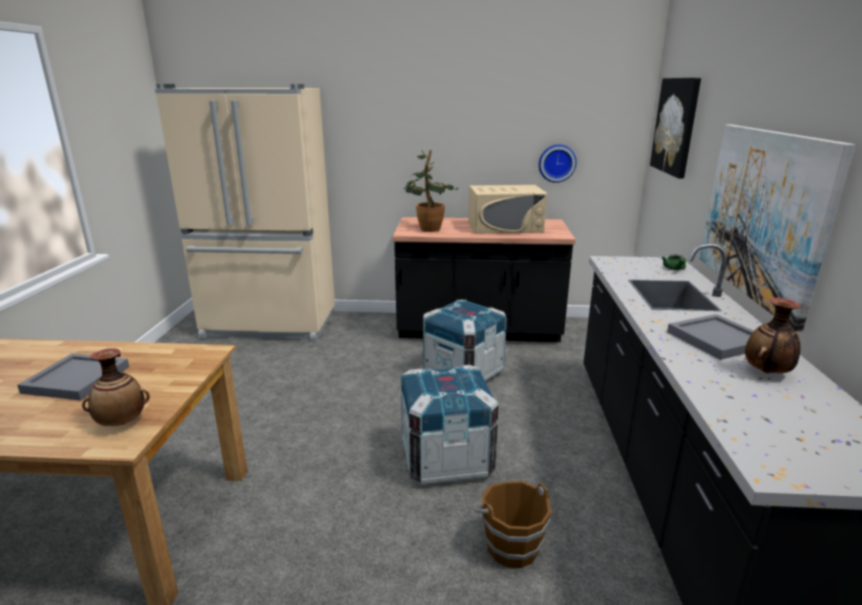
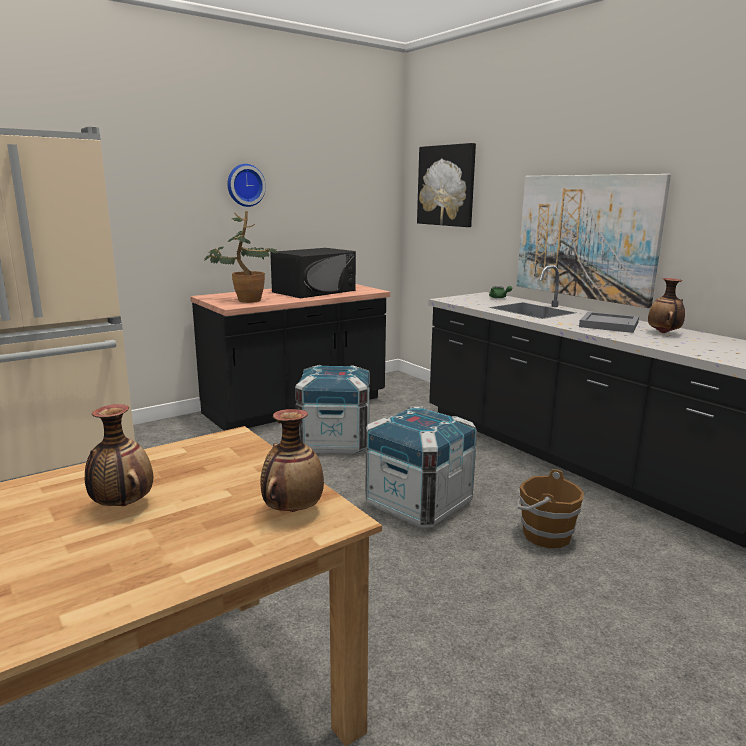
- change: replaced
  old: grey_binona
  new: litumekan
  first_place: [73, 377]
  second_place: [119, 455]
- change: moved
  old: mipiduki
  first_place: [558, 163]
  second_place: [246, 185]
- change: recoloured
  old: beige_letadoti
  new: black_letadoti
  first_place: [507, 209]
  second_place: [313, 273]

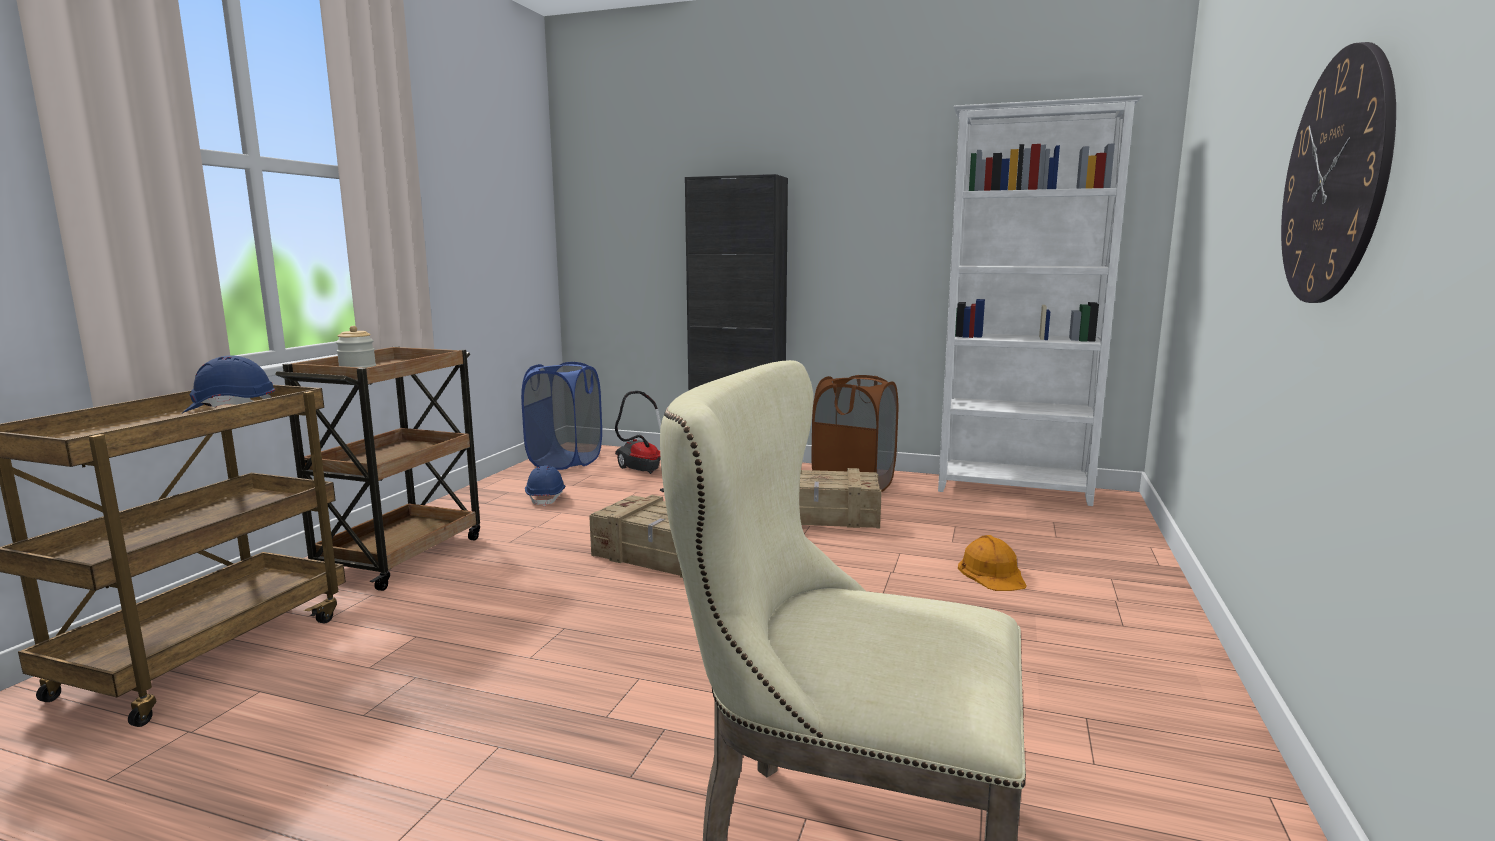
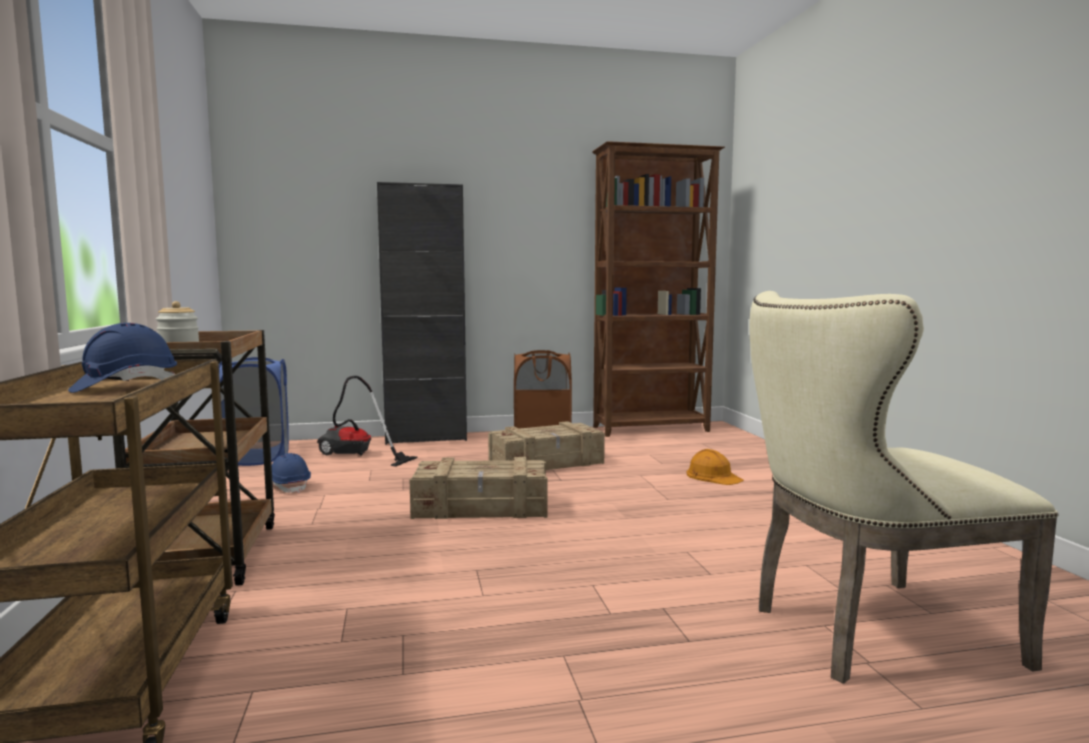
- change: recoloured
  old: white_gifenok
  new: brown_gifenok
  first_place: [1040, 300]
  second_place: [658, 289]
- change: removed
  old: mipiduki
  first_place: [1338, 172]

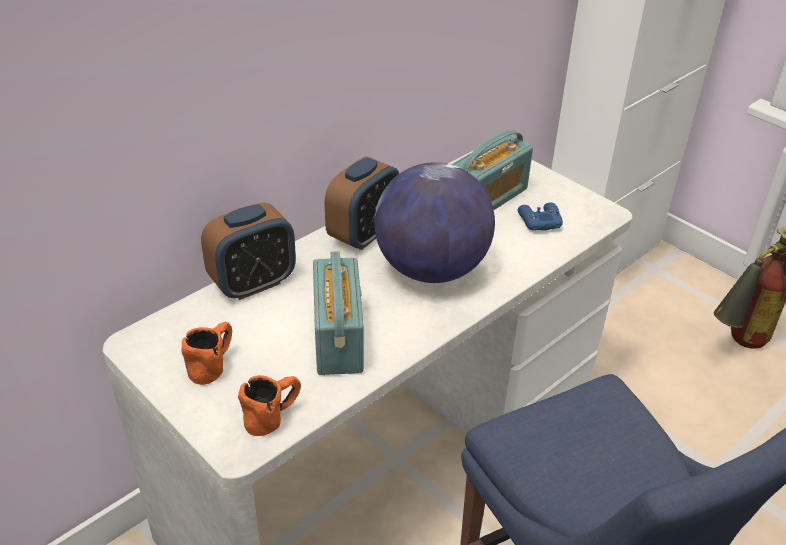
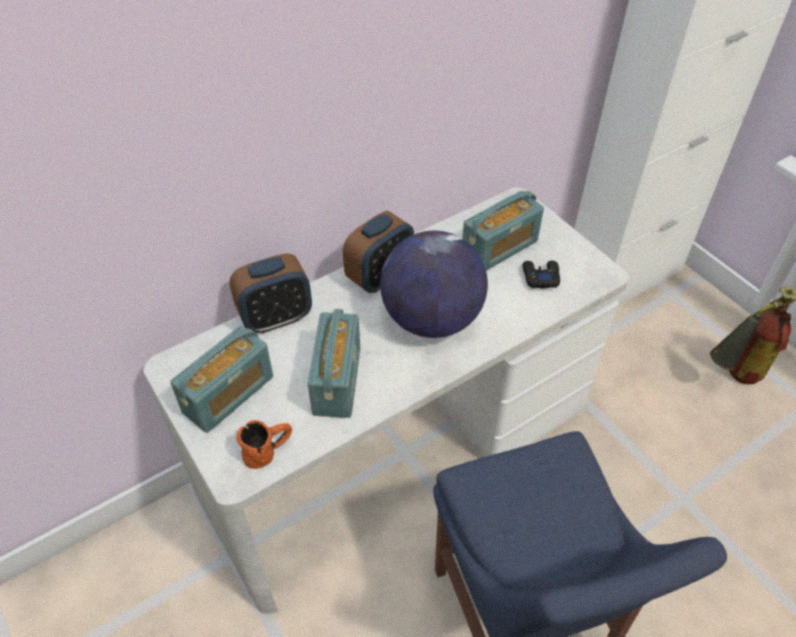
- change: replaced
  old: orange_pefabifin
  new: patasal
  first_place: [207, 353]
  second_place: [221, 379]
- change: recoloured
  old: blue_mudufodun
  new: black_mudufodun
  first_place: [540, 216]
  second_place: [541, 275]

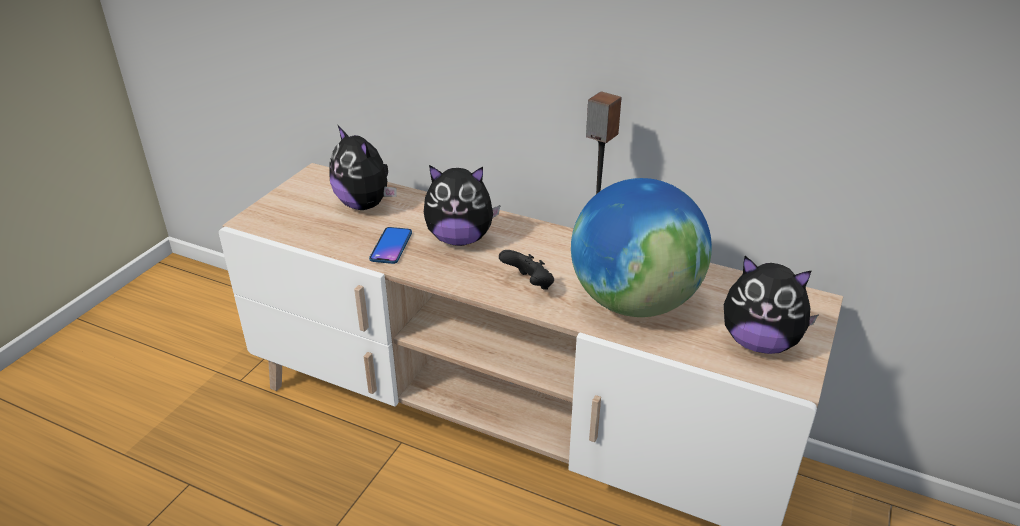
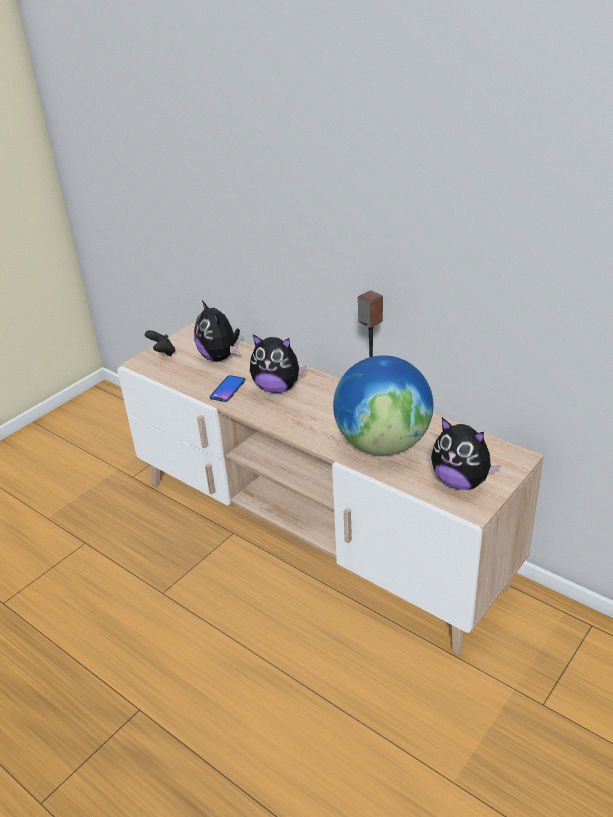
- change: moved
  old: black_mudufodun
  first_place: [526, 270]
  second_place: [160, 343]

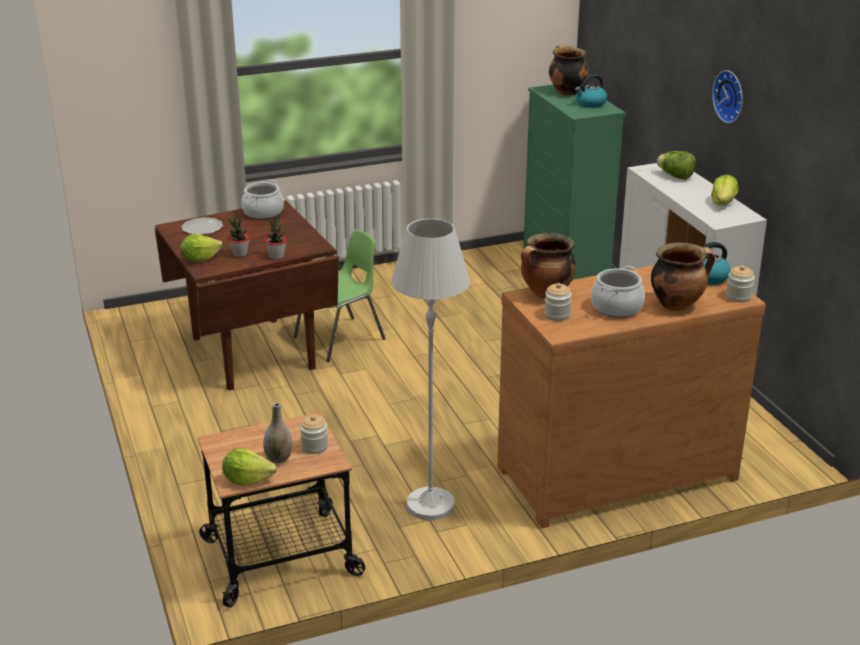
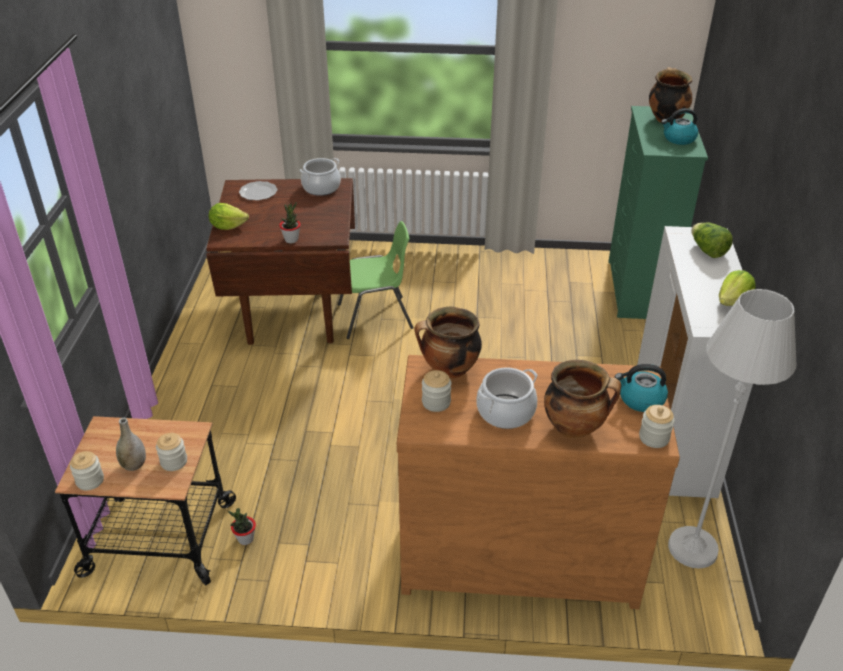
- change: replaced
  old: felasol
  new: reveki
  first_place: [249, 467]
  second_place: [87, 470]
- change: moved
  old: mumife
  first_place: [239, 236]
  second_place: [242, 526]
- change: moved
  old: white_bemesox
  first_place: [430, 369]
  second_place: [732, 429]
- change: removed
  old: mipiduki
  first_place: [727, 96]

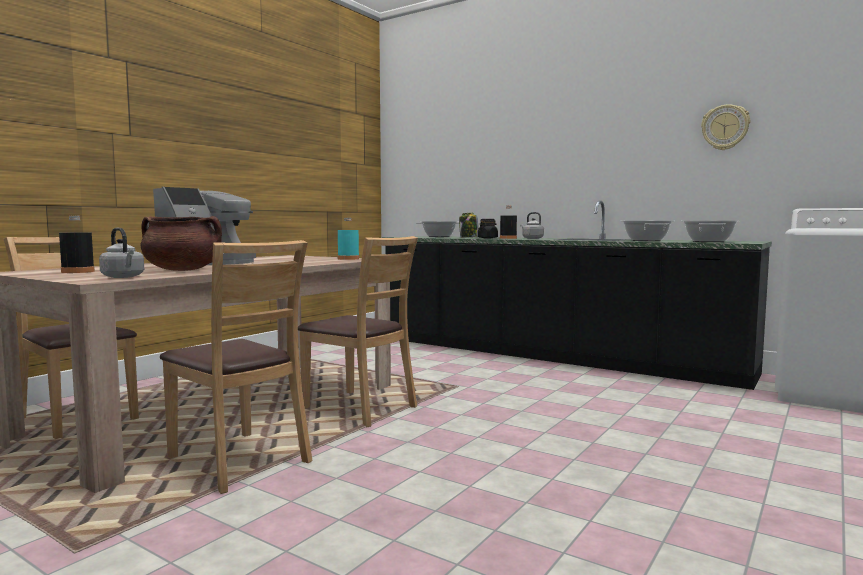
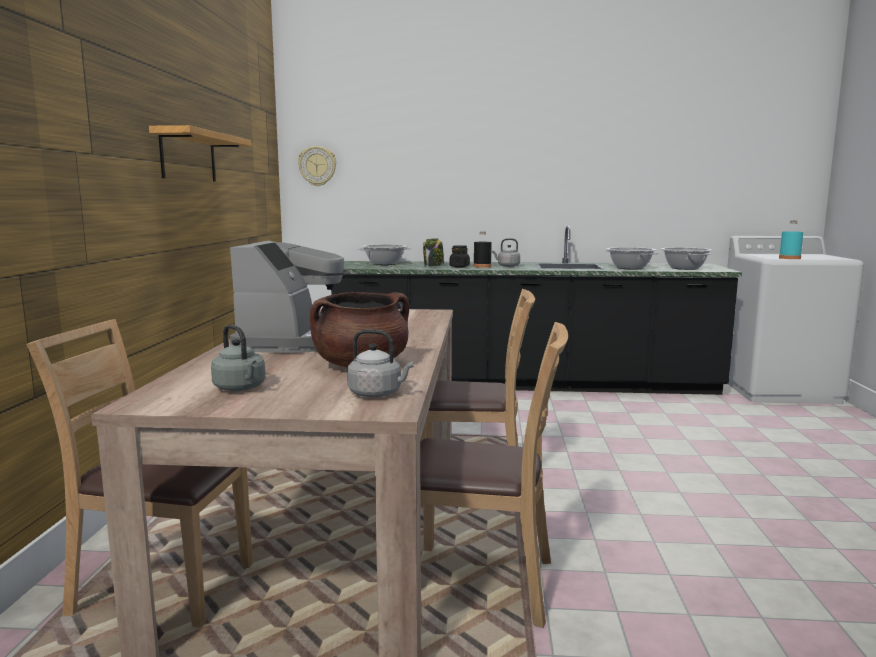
- change: added
  new: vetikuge
  second_place: [200, 153]
- change: replaced
  old: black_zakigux
  new: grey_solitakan
  first_place: [77, 244]
  second_place: [238, 357]
- change: moved
  old: mipiduki
  first_place: [725, 127]
  second_place: [317, 166]
- change: moved
  old: turquoise_zakigux
  first_place: [348, 239]
  second_place: [791, 239]

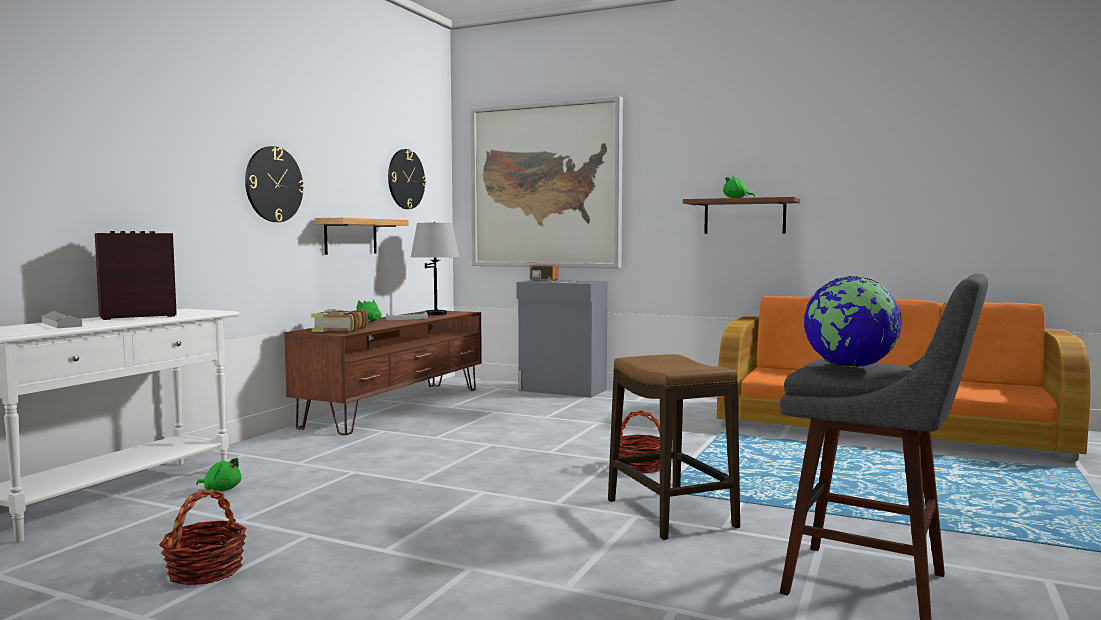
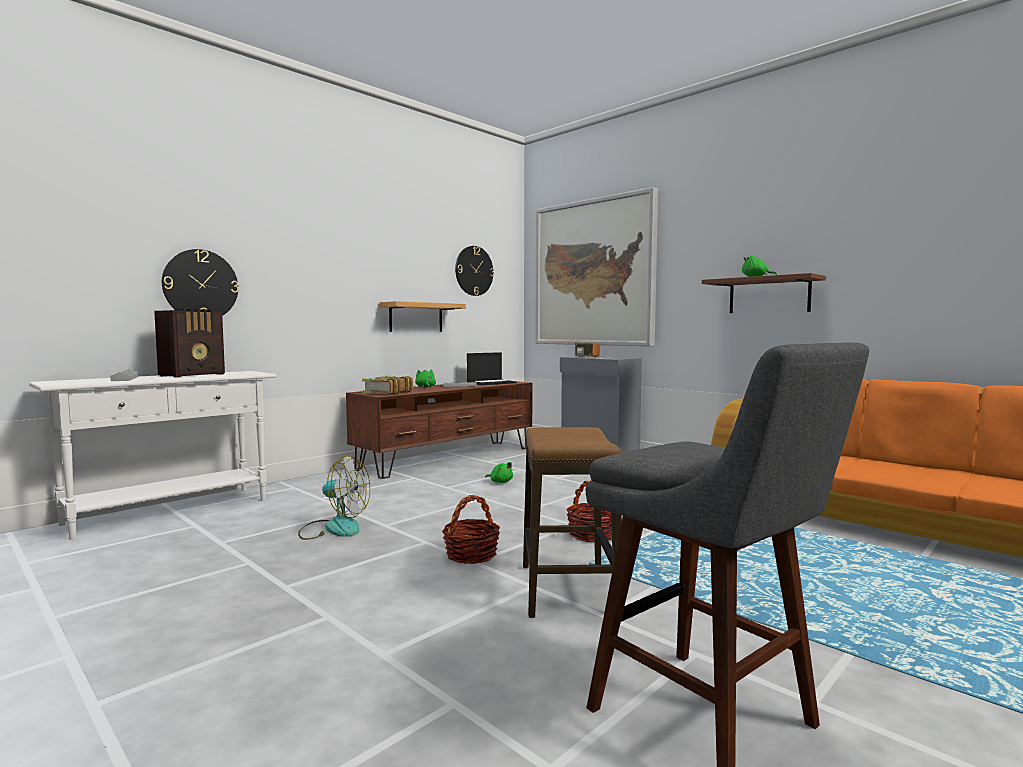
- change: turned
  old: patasal
  first_place: [136, 275]
  second_place: [189, 343]
  degrees: 135
- change: moved
  old: mipiduki
  first_place: [275, 184]
  second_place: [200, 282]
- change: added
  new: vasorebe
  second_place: [334, 498]
- change: moved
  old: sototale
  first_place: [203, 537]
  second_place: [471, 529]
- change: replaced
  old: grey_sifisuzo
  new: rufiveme
  first_place: [435, 268]
  second_place: [492, 368]
- change: moved
  old: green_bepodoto
  first_place: [219, 474]
  second_place: [499, 472]
- change: removed
  old: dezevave
  first_place: [853, 322]

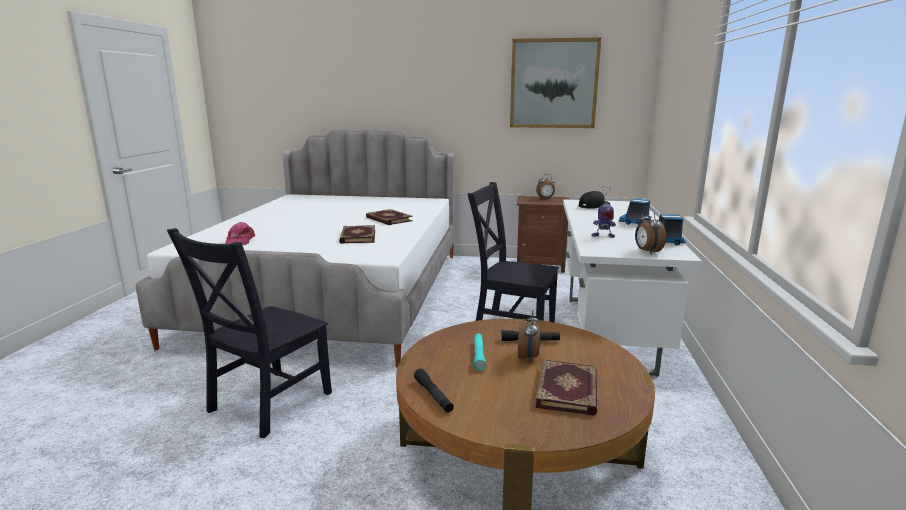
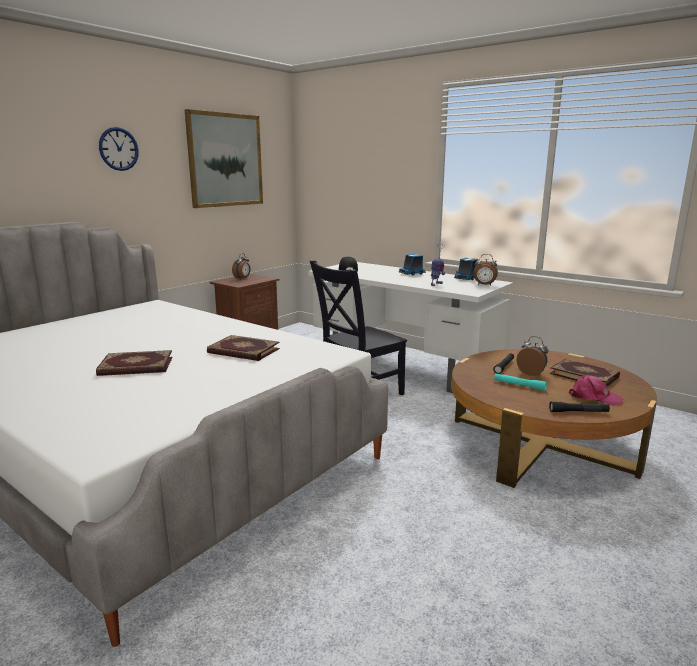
- change: moved
  old: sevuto
  first_place: [389, 217]
  second_place: [134, 363]
- change: added
  new: mipiduki
  second_place: [119, 149]
- change: moved
  old: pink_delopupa
  first_place: [240, 233]
  second_place: [596, 390]
- change: removed
  old: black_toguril
  first_place: [249, 333]

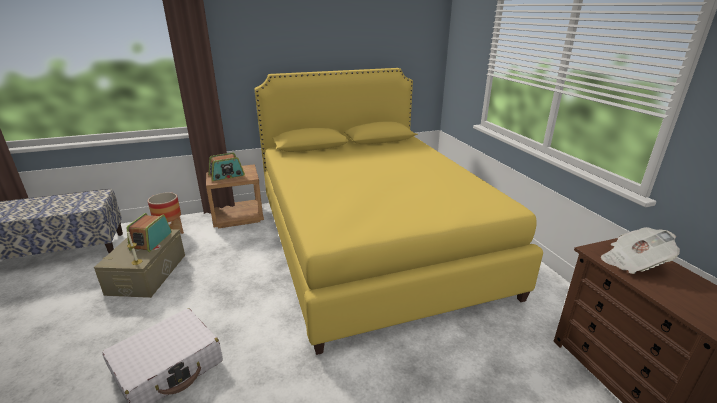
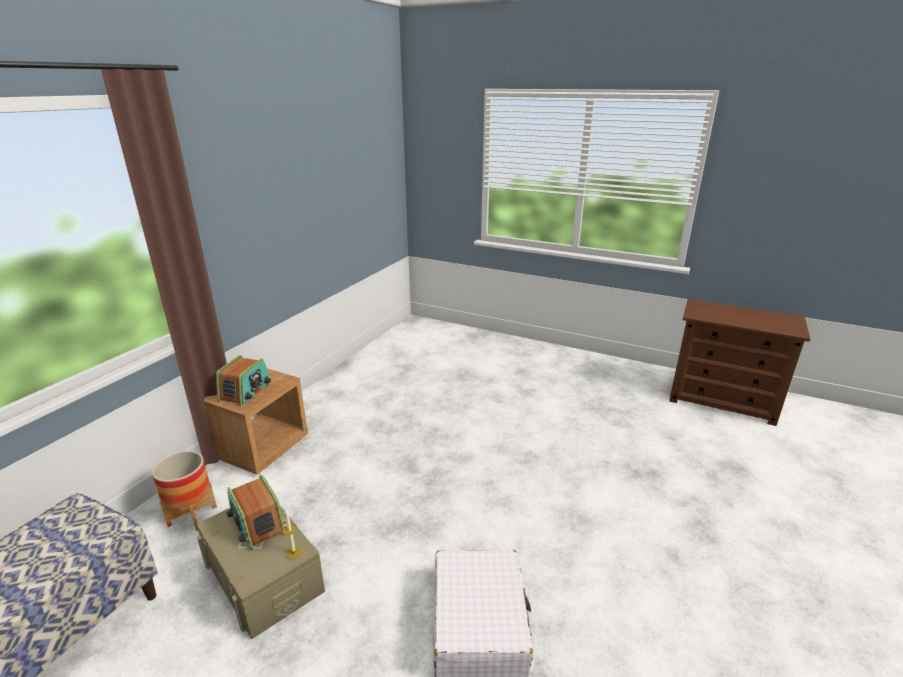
- change: removed
  old: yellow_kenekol
  first_place: [399, 211]
- change: removed
  old: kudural
  first_place: [640, 250]

